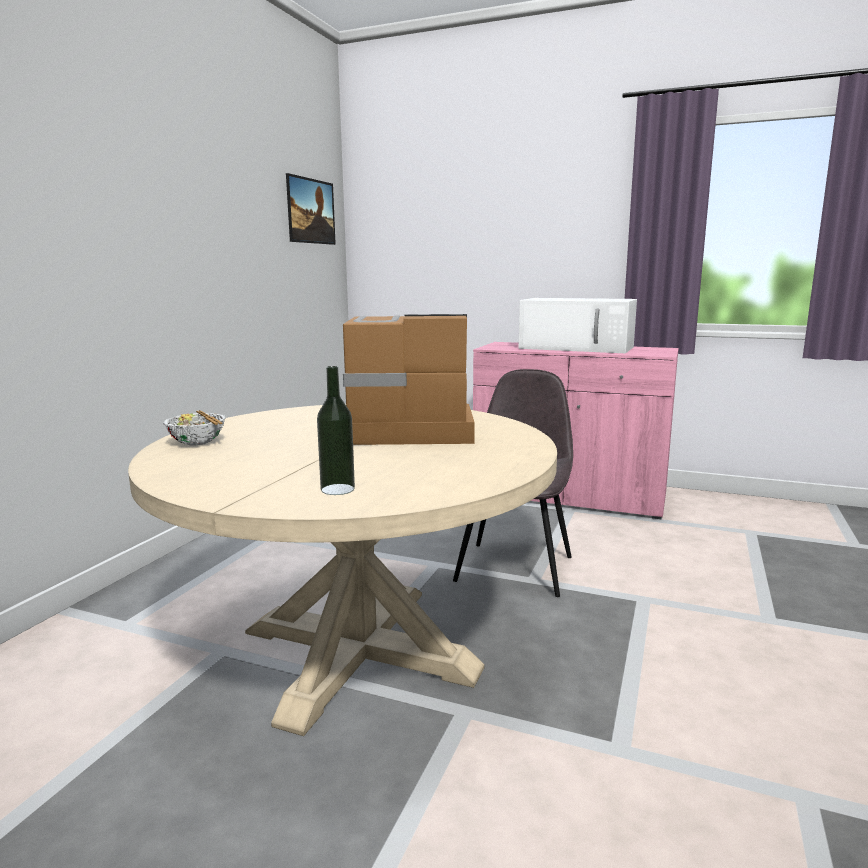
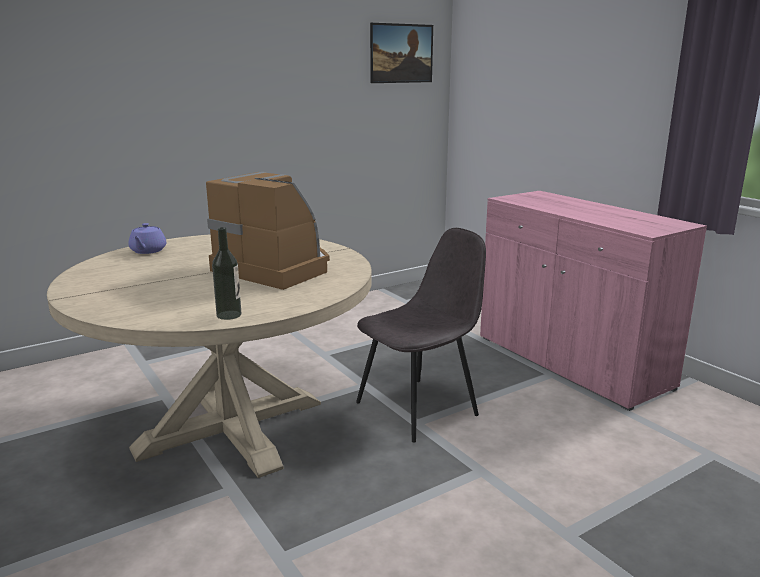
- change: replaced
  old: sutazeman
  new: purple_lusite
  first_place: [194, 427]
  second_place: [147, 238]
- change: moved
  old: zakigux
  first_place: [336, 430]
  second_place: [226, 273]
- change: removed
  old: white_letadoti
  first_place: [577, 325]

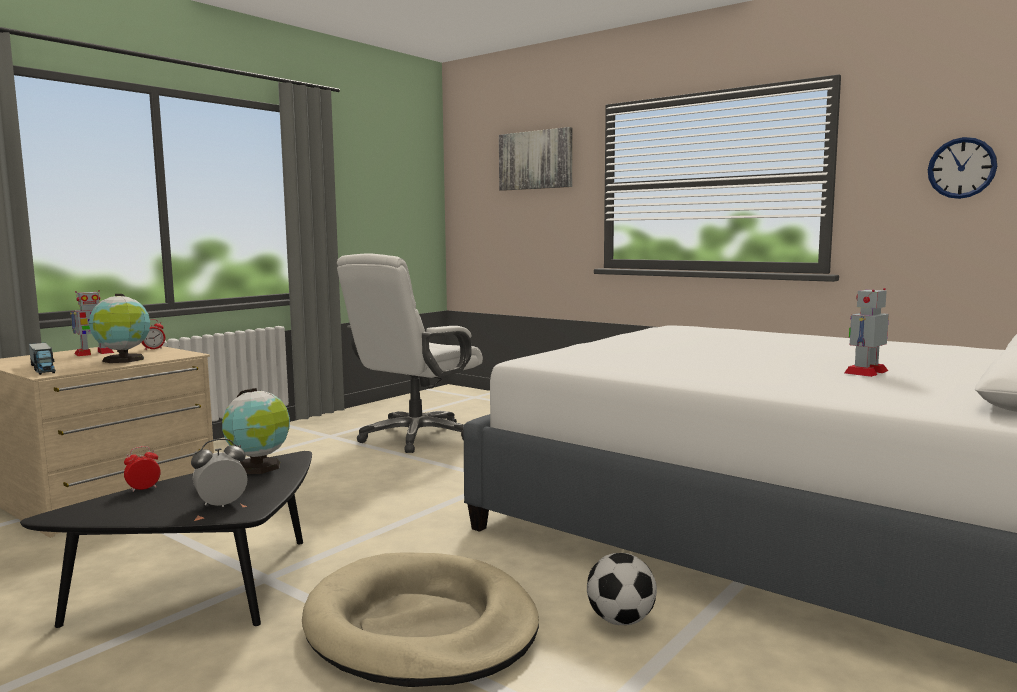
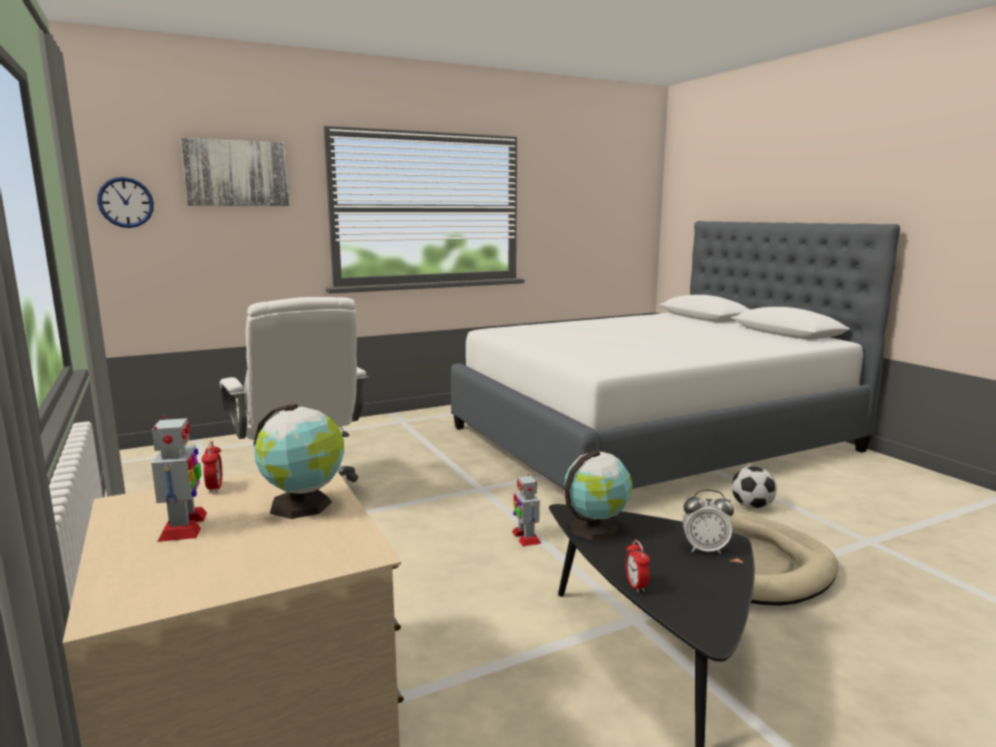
- change: moved
  old: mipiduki
  first_place: [962, 168]
  second_place: [125, 202]
- change: moved
  old: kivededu
  first_place: [866, 332]
  second_place: [527, 510]
- change: turned
  old: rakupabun
  first_place: [219, 472]
  second_place: [708, 521]
  degrees: -75
- change: removed
  old: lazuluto
  first_place: [42, 359]

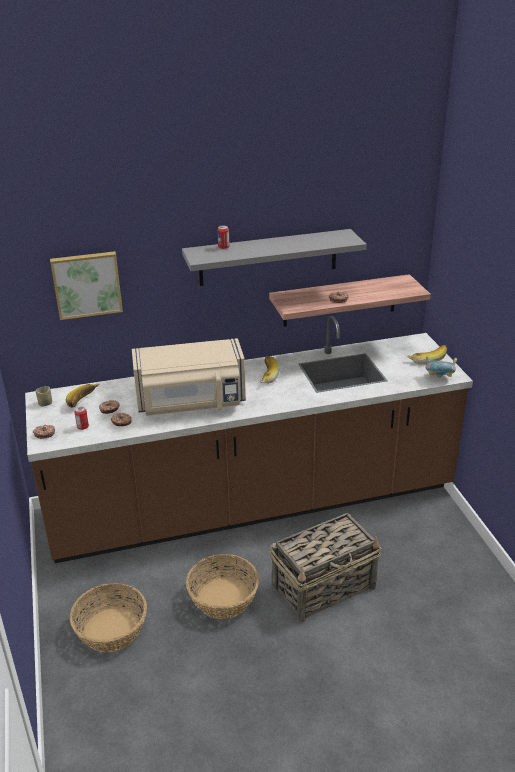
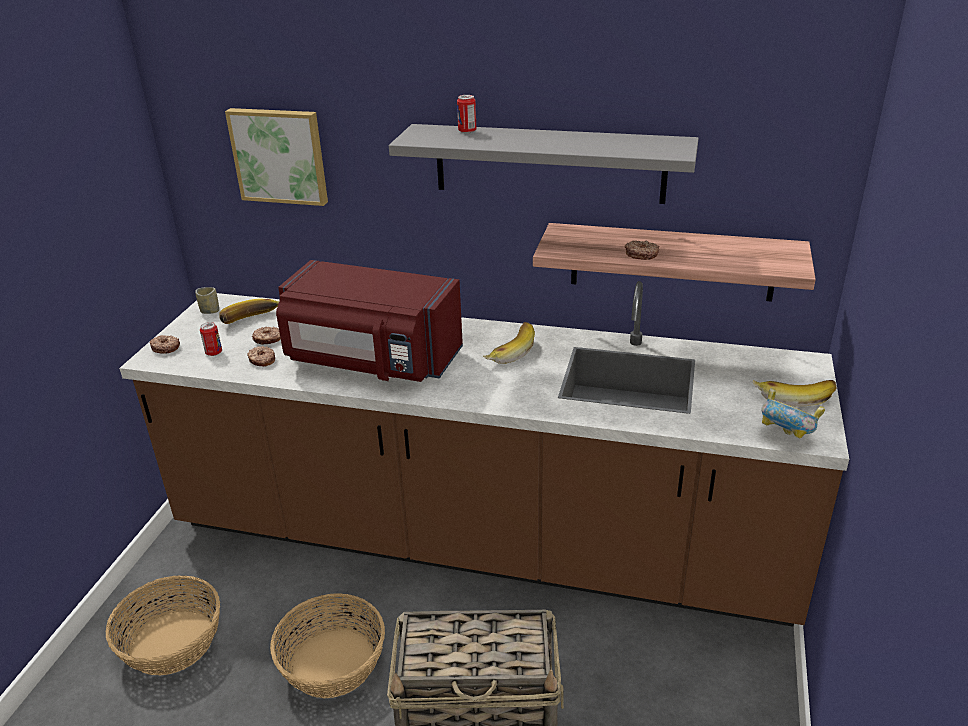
- change: recoloured
  old: beige_letadoti
  new: red_letadoti
  first_place: [189, 377]
  second_place: [369, 321]

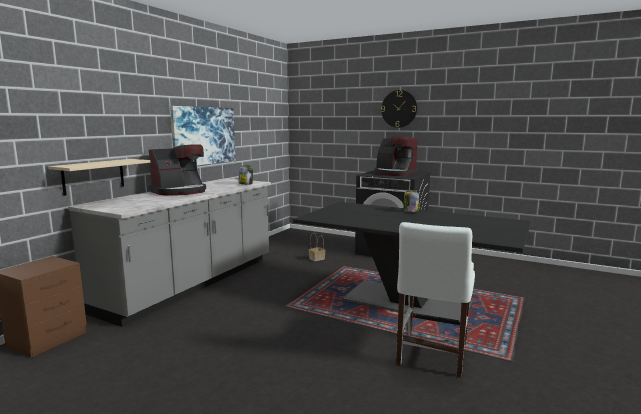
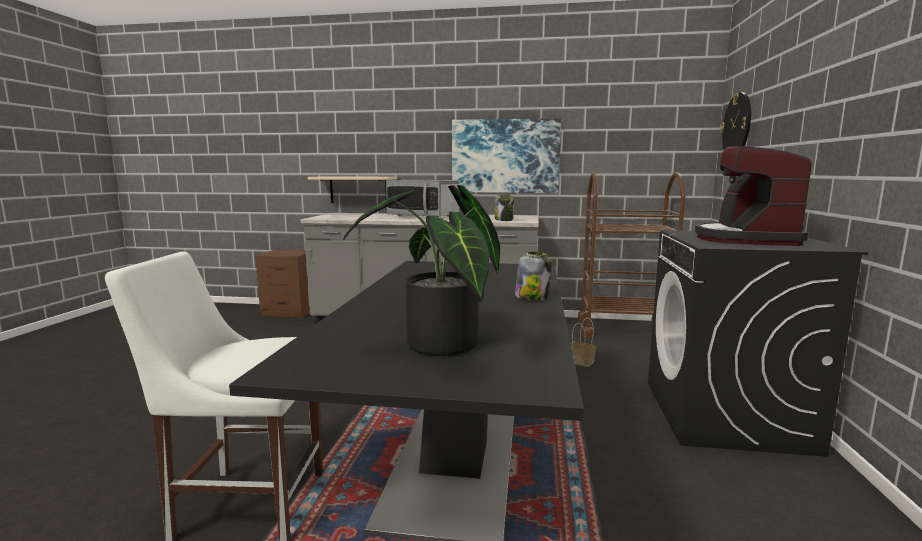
- change: added
  new: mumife
  second_place: [421, 270]
- change: replaced
  old: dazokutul
  new: letadoti
  first_place: [177, 170]
  second_place: [423, 198]
- change: added
  new: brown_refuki
  second_place: [632, 255]
- change: moved
  old: mipiduki
  first_place: [399, 109]
  second_place: [735, 121]

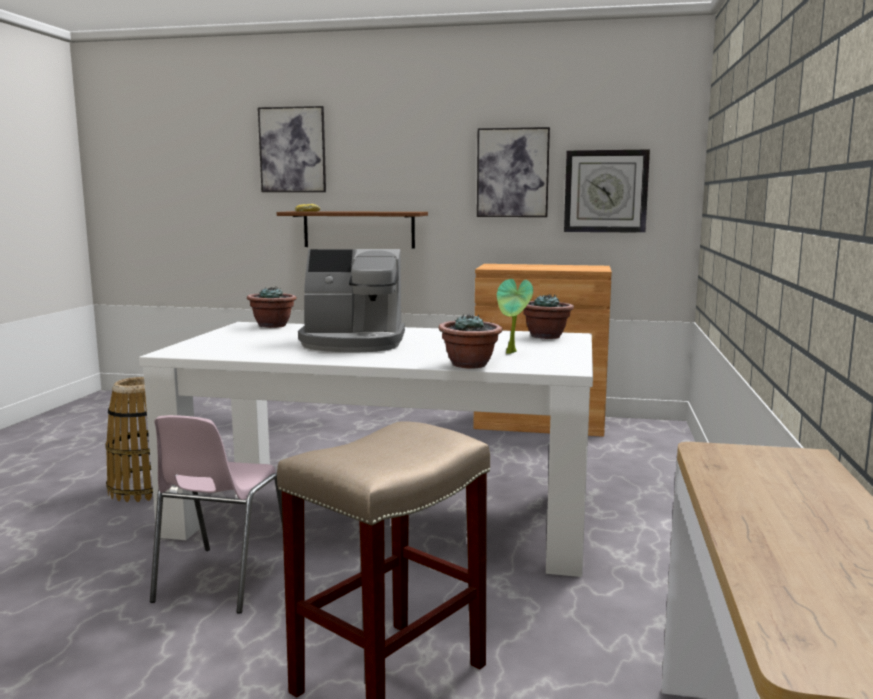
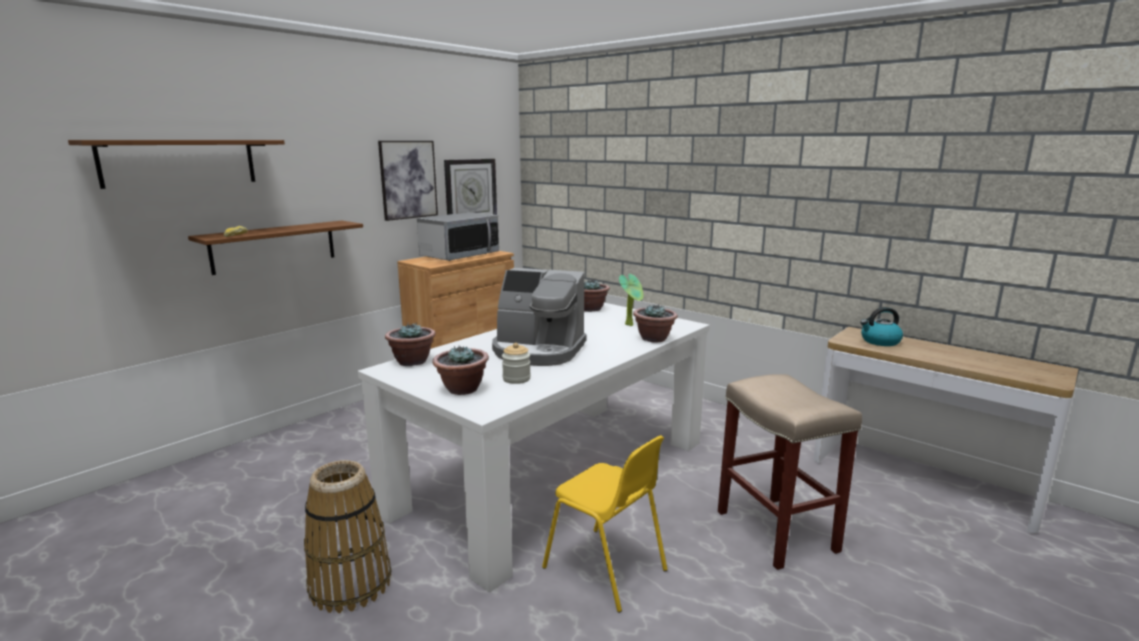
- change: replaced
  old: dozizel
  new: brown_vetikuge
  first_place: [292, 149]
  second_place: [176, 164]
- change: added
  new: letadoti
  second_place: [458, 236]
- change: added
  new: mumife
  second_place: [460, 370]
- change: turned
  old: dazokutul
  first_place: [351, 300]
  second_place: [539, 317]
  degrees: 75
- change: added
  new: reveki
  second_place: [516, 363]
- change: recoloured
  old: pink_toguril
  new: yellow_toguril
  first_place: [216, 514]
  second_place: [605, 524]
- change: added
  new: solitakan
  second_place: [881, 326]

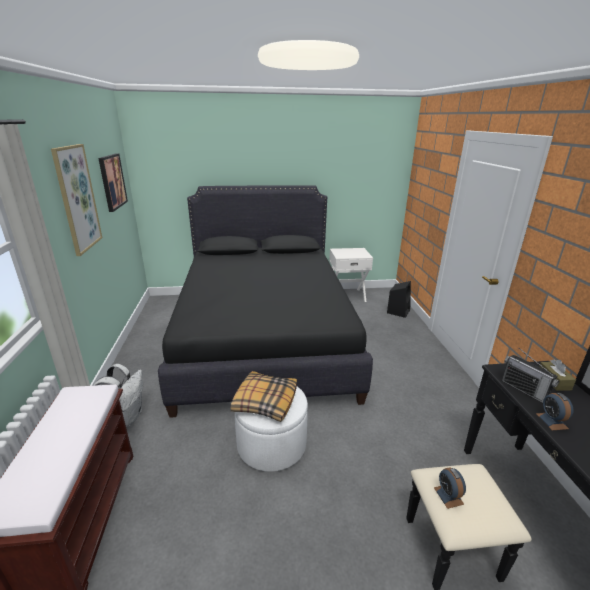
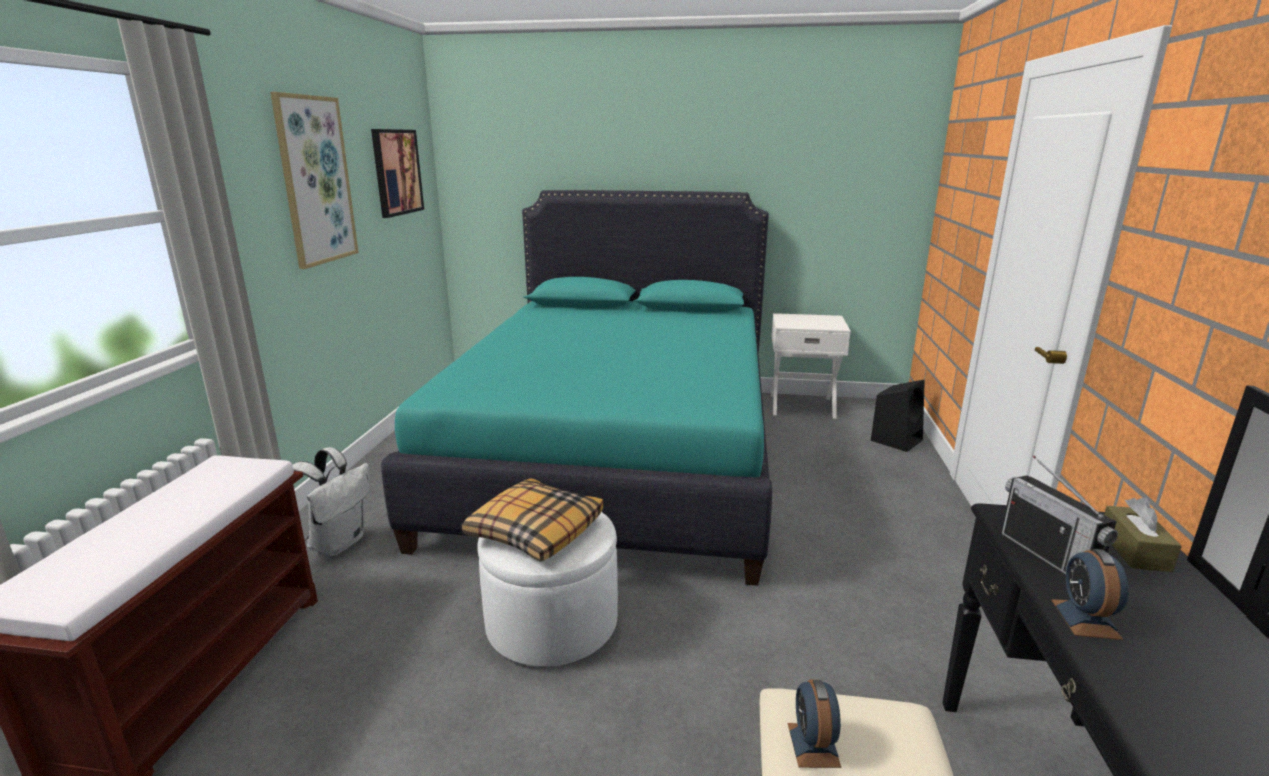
- change: recoloured
  old: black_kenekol
  new: turquoise_kenekol
  first_place: [265, 301]
  second_place: [576, 388]

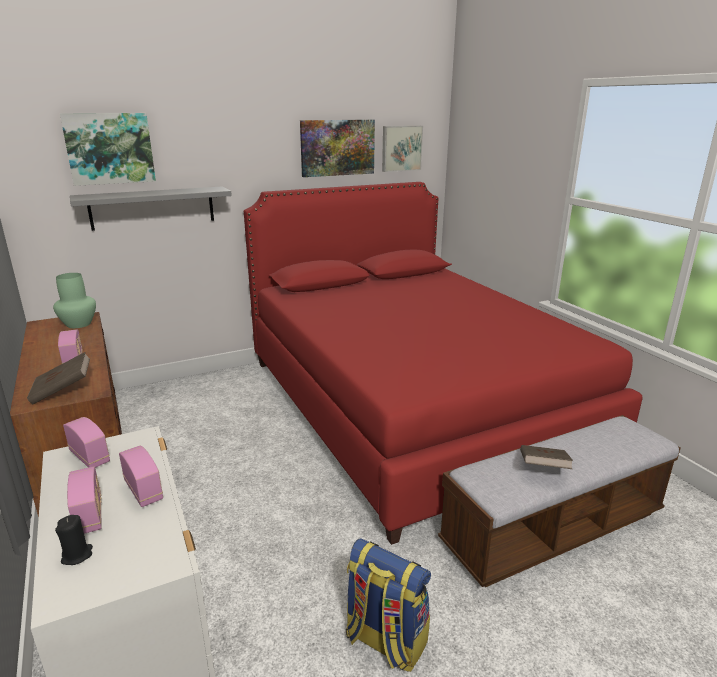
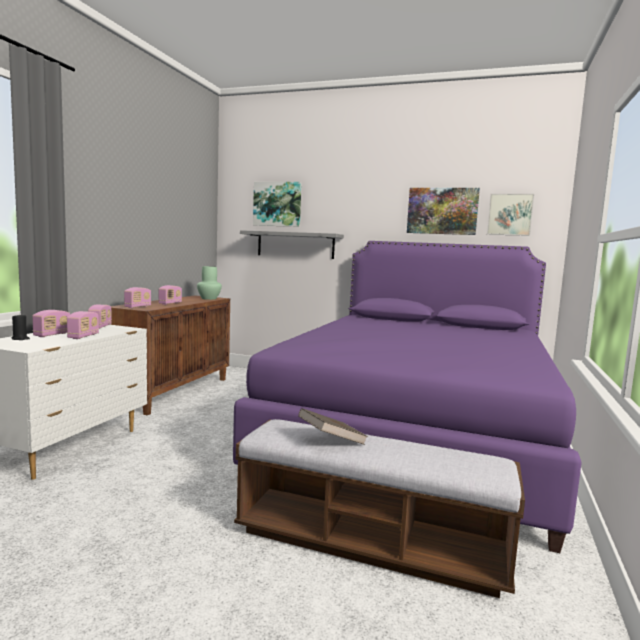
- change: replaced
  old: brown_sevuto
  new: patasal
  first_place: [58, 378]
  second_place: [137, 297]
- change: recoloured
  old: red_kenekol
  new: purple_kenekol
  first_place: [443, 363]
  second_place: [407, 397]
- change: removed
  old: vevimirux
  first_place: [388, 605]

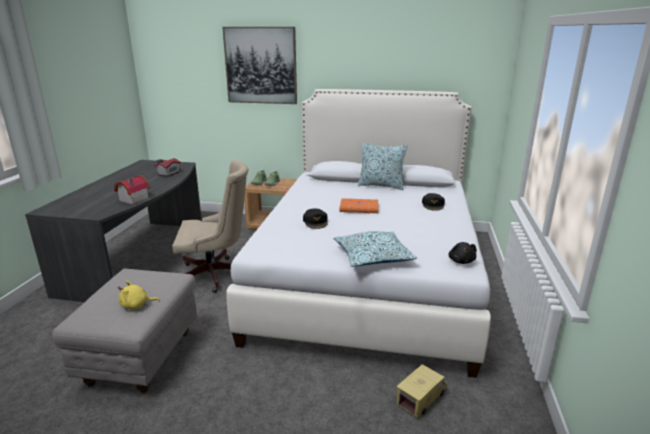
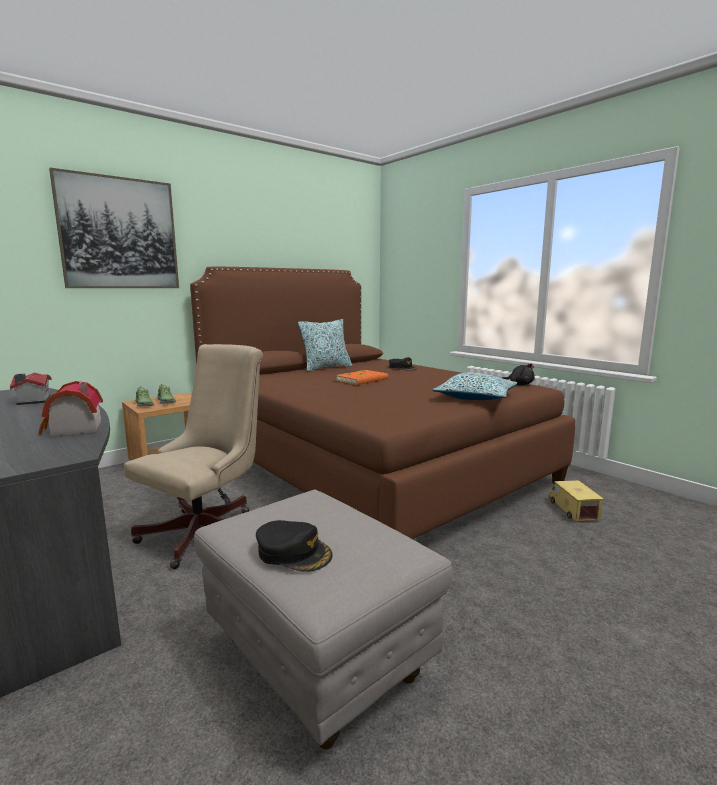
- change: recoloured
  old: white_kenekol
  new: brown_kenekol
  first_place: [358, 233]
  second_place: [382, 403]
- change: moved
  old: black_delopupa
  first_place: [315, 219]
  second_place: [294, 546]
- change: removed
  old: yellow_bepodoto
  first_place: [139, 295]

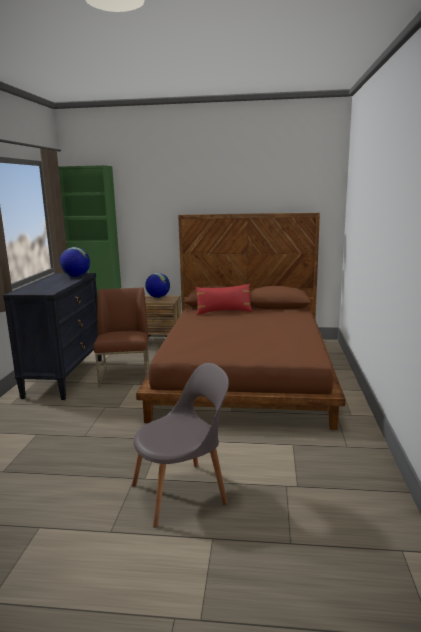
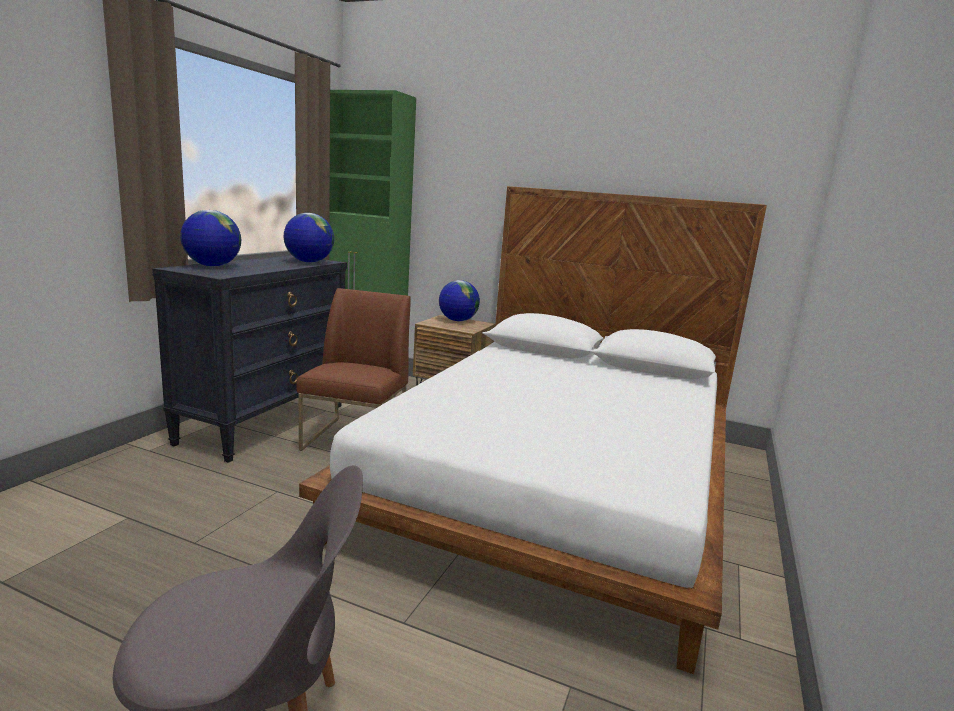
- change: added
  new: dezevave
  second_place: [210, 238]
- change: recoloured
  old: brown_kenekol
  new: white_kenekol
  first_place: [241, 321]
  second_place: [533, 430]
- change: removed
  old: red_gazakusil
  first_place: [224, 299]

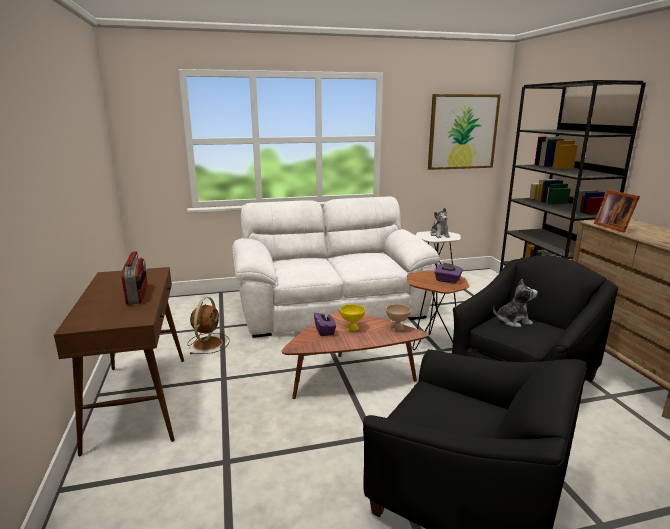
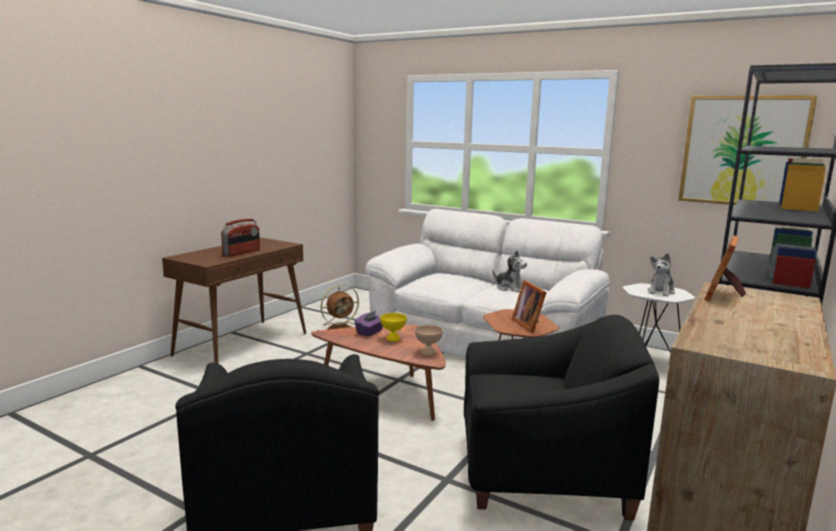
- change: moved
  old: bepodoto
  first_place: [515, 303]
  second_place: [510, 271]
- change: replaced
  old: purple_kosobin
  new: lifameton
  first_place: [448, 273]
  second_place: [529, 306]

